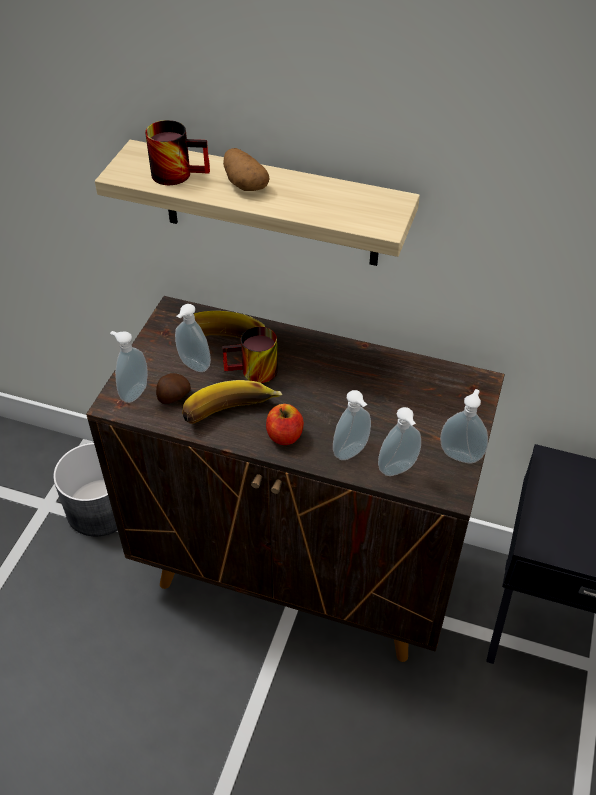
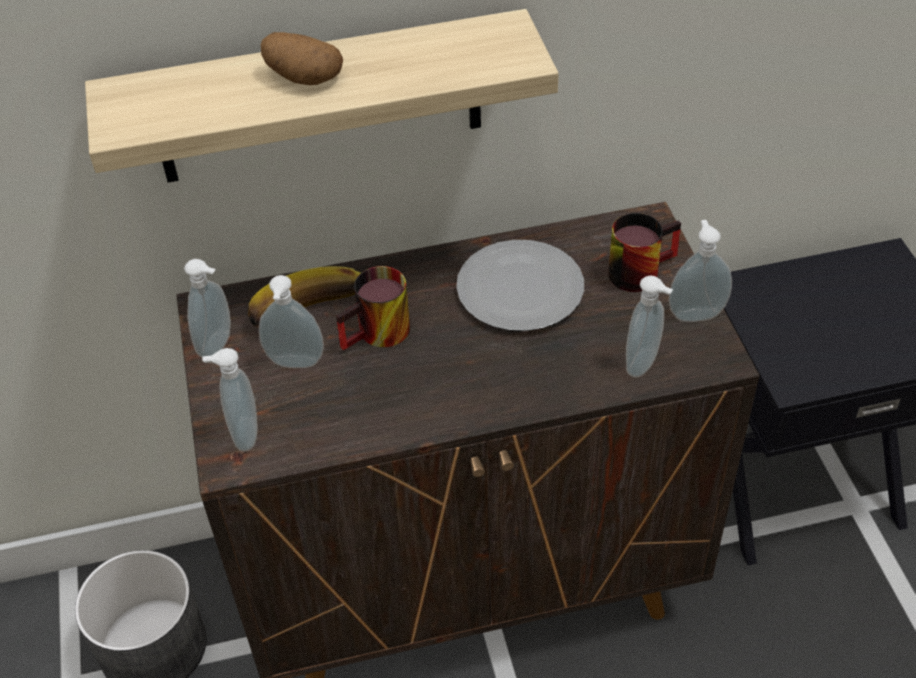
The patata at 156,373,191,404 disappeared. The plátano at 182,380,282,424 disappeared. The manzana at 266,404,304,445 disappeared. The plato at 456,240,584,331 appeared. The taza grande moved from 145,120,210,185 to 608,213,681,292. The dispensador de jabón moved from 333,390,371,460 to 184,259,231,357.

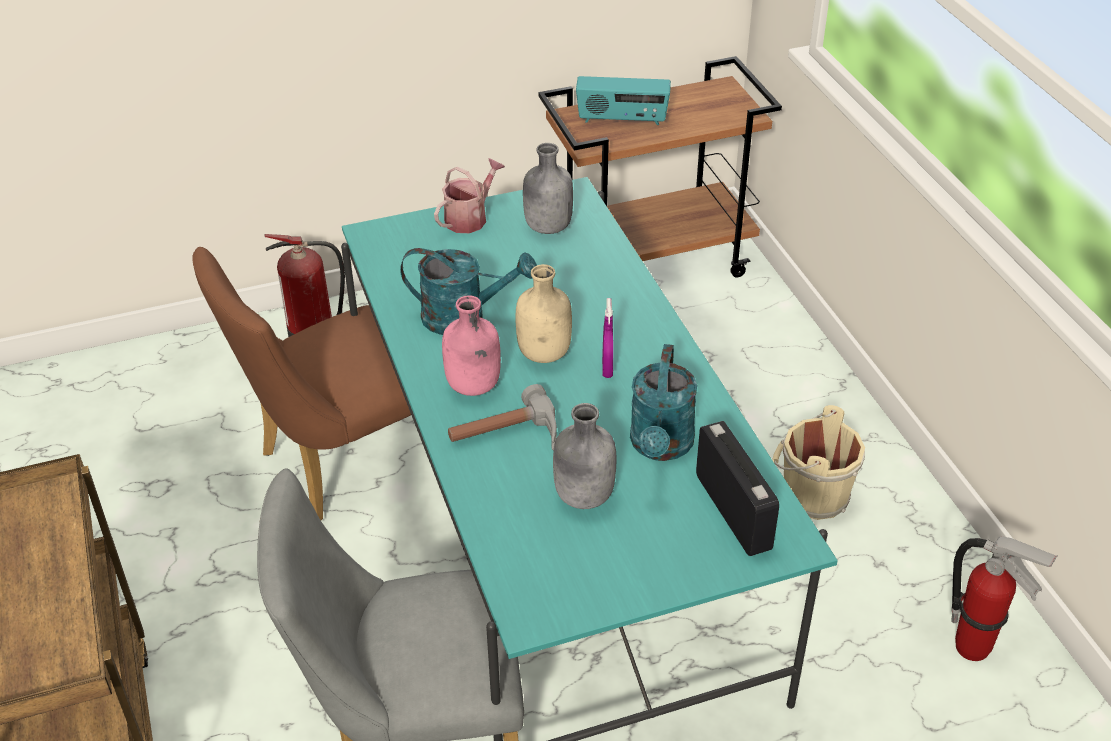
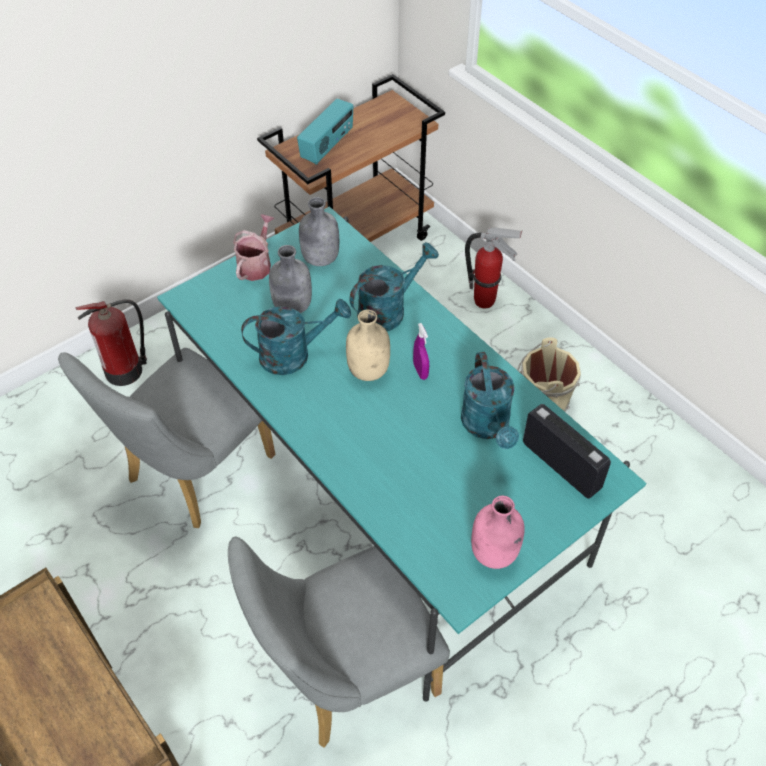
The martillo at 448,384,557,451 disappeared. The regadera [turquesa] at 350,242,439,331 appeared. The botella [rosa] moved from 442,295,501,396 to 471,496,525,569. The botella [gris] moved from 553,403,616,509 to 269,245,312,313. The extintor moved from 951,536,1058,661 to 465,228,523,308. The silla [marrón] at 192,247,411,520 became the silla [gris] at 58,348,275,528. The radio at 576,76,671,125 turned 45 degrees counterclockwise.

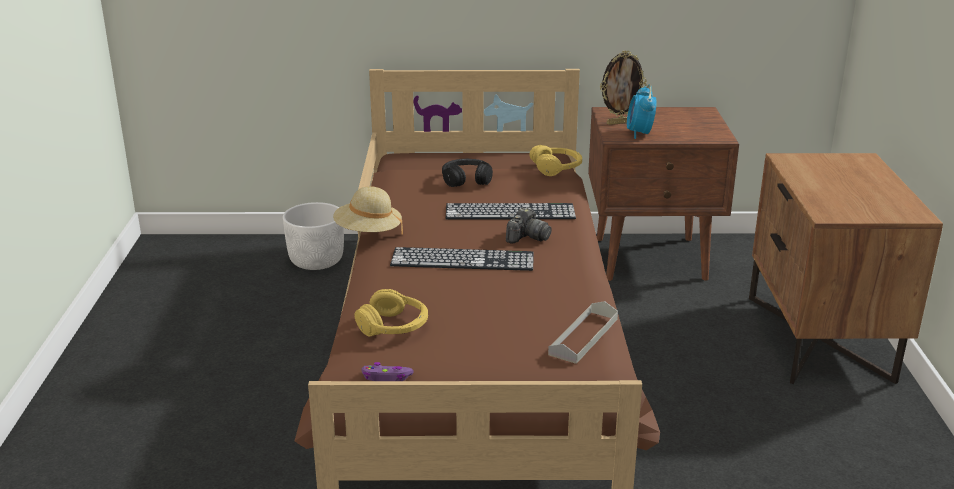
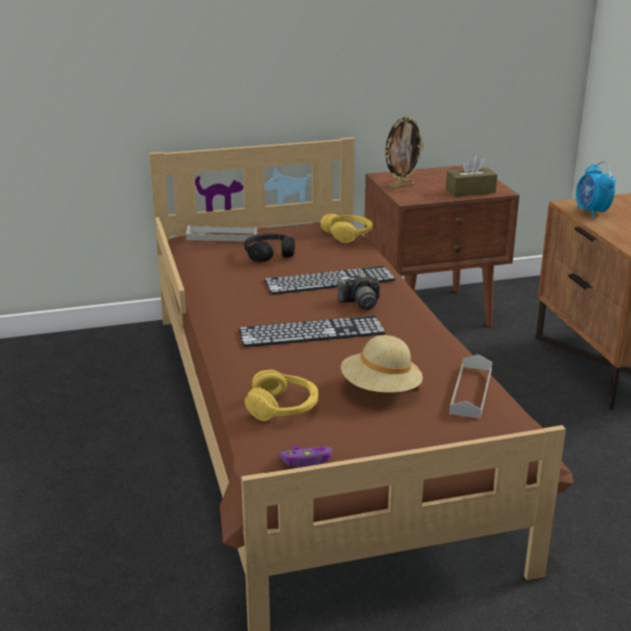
The maceta [blanco] at 283,202,344,270 disappeared. The bandeja [gris] at 186,225,257,241 appeared. The caja de pañuelos [marrón] at 446,154,497,197 appeared. The sombrero [beis] moved from 333,186,403,235 to 341,335,423,393. The despertador moved from 627,84,656,139 to 576,162,616,218. The cámara at 506,207,552,244 turned 60 degrees clockwise.

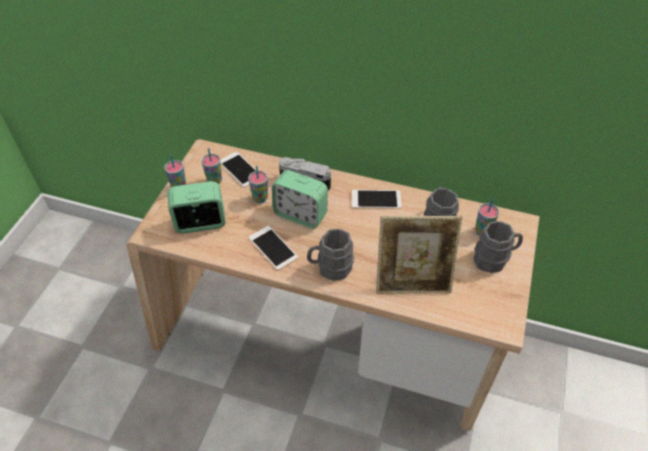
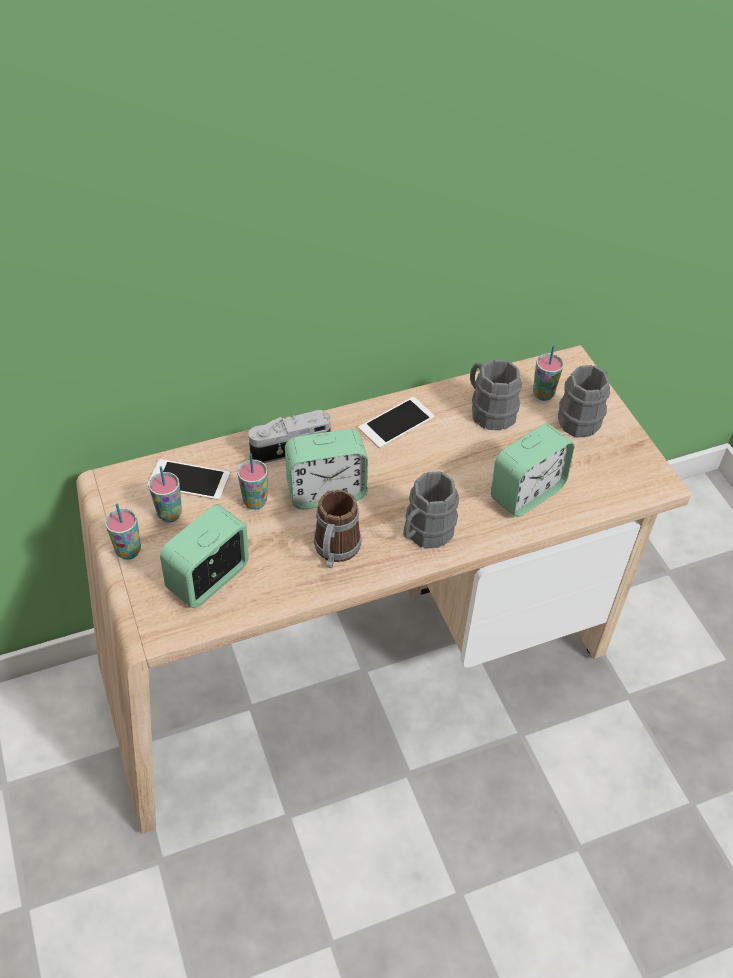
The móvil at 248,226,298,270 was replaced by the taza grande at 314,490,361,568. The portarretratos at 376,216,462,294 was replaced by the despertador at 491,423,575,517.

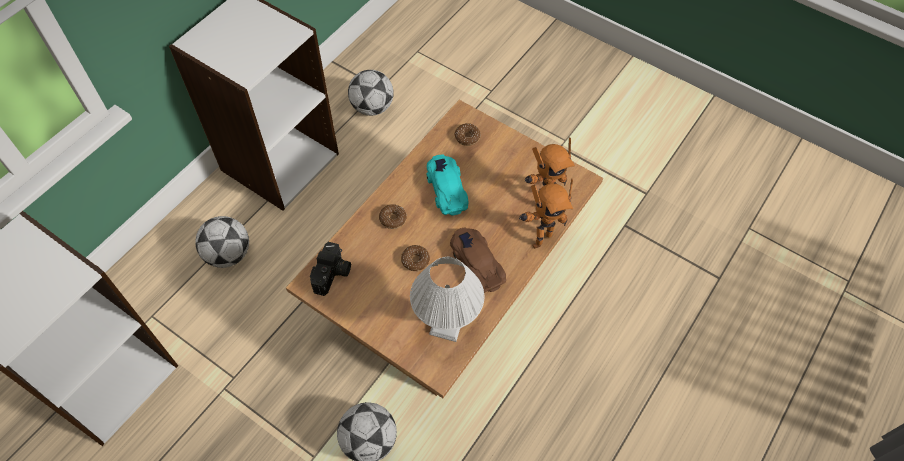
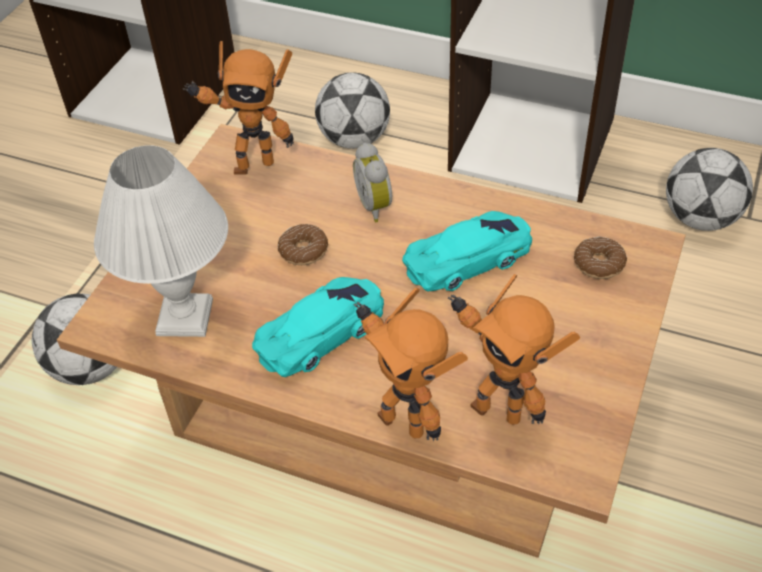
The cámara at 310,242,351,296 was replaced by the robot de juguete at 183,41,294,175. The rosquilla at 379,204,407,229 was replaced by the despertador at 353,142,392,222. The coche de juguete [marrón] at 450,227,506,293 became the coche de juguete [turquesa] at 252,277,384,377.

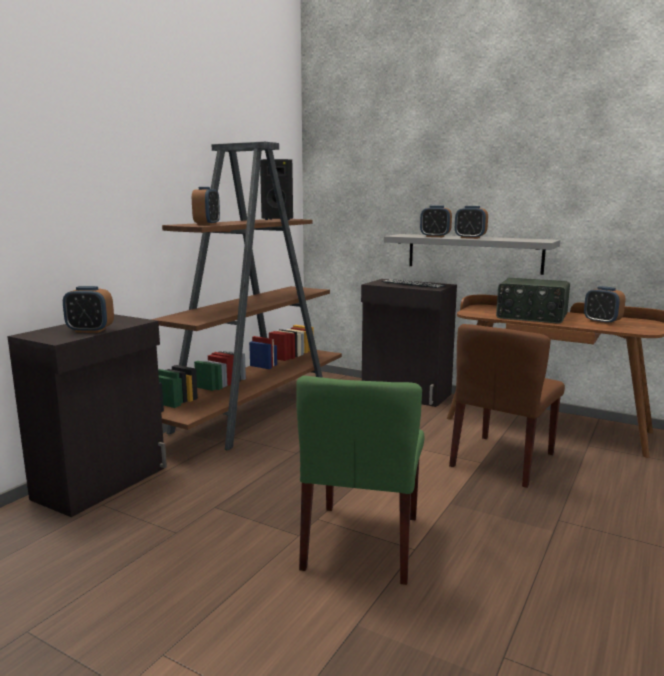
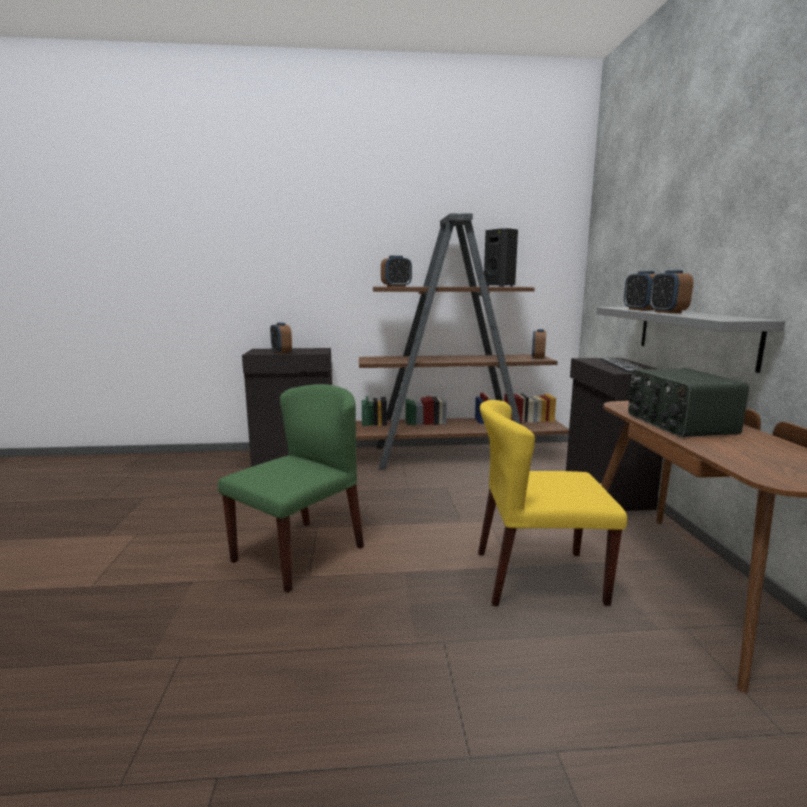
The despertador moved from 584,286,625,324 to 532,329,546,359. The silla [marrón] at 449,324,565,488 became the silla [amarillo] at 478,400,627,606. The silla [verde] at 296,376,424,585 turned 150 degrees clockwise.

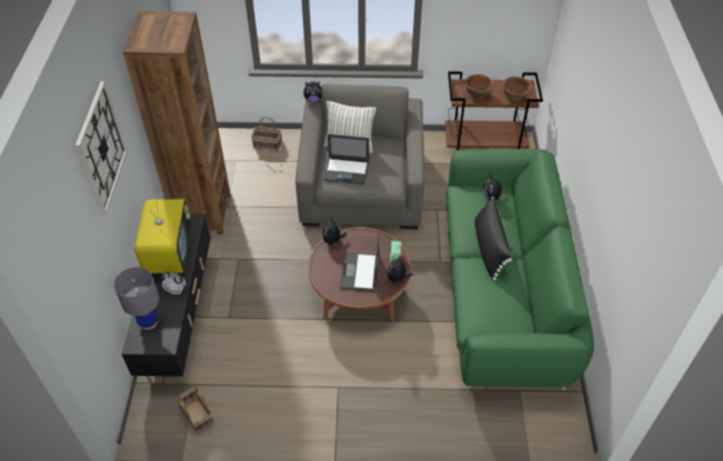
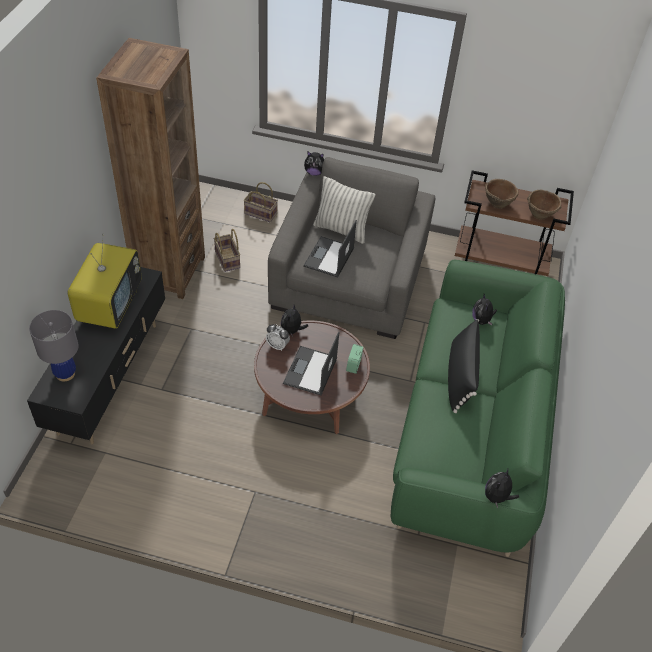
The reloj de pared at 75,81,127,215 disappeared. The despertador moved from 161,272,186,295 to 266,324,290,351. The cesta moved from 176,386,214,434 to 214,229,240,272. The peluche moved from 387,255,413,284 to 485,469,519,509. The portátil at 323,134,369,185 turned 90 degrees clockwise.

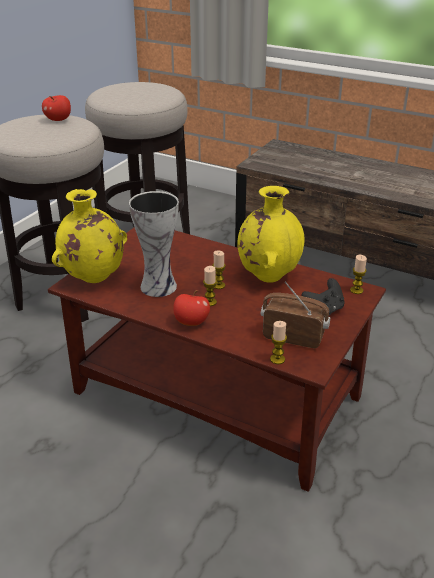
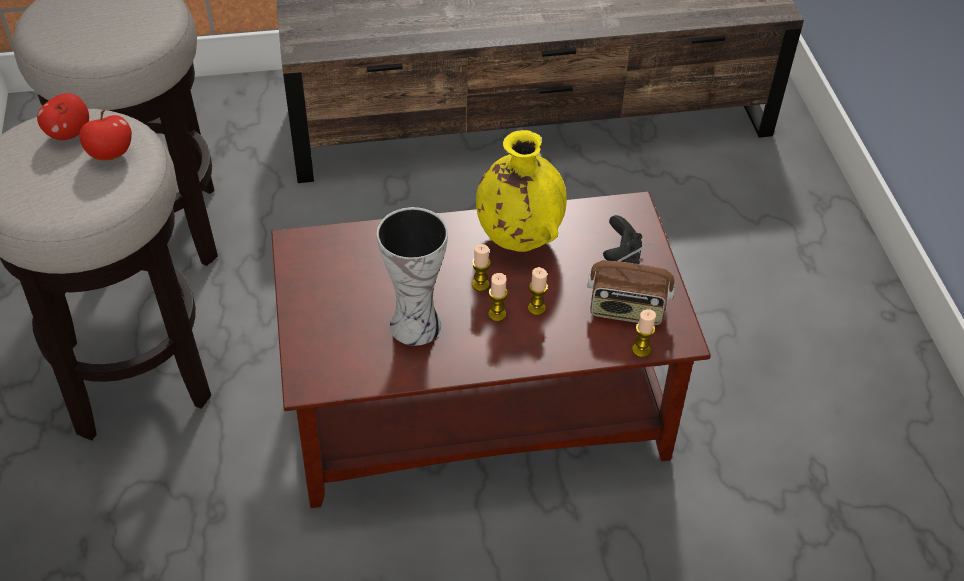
The florero [amarillo] at 52,189,127,283 disappeared. The manzana moved from 173,290,210,326 to 79,110,132,161. The vela moved from 350,255,367,294 to 528,267,548,316. The radio at 261,281,330,348 turned 150 degrees counterclockwise.

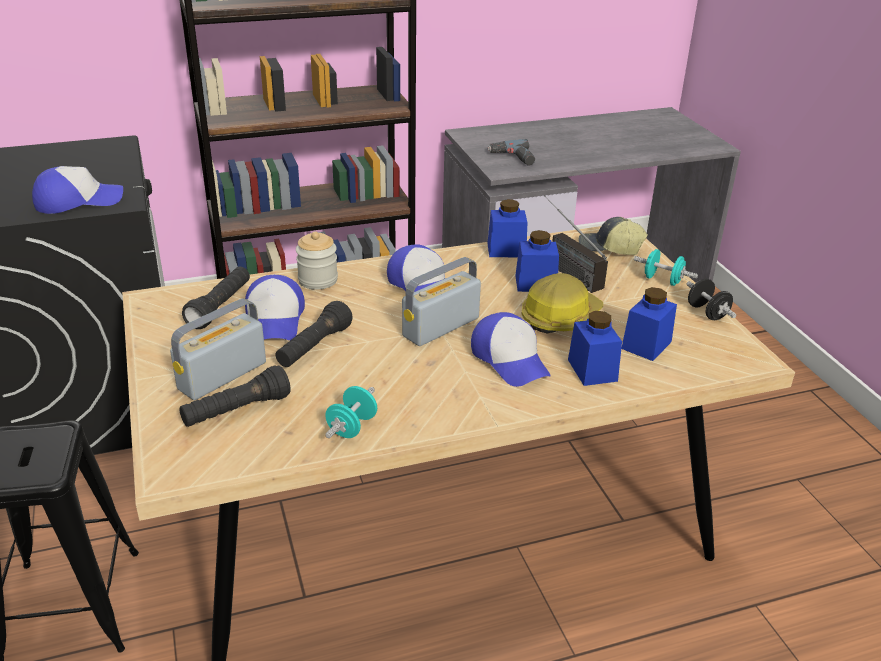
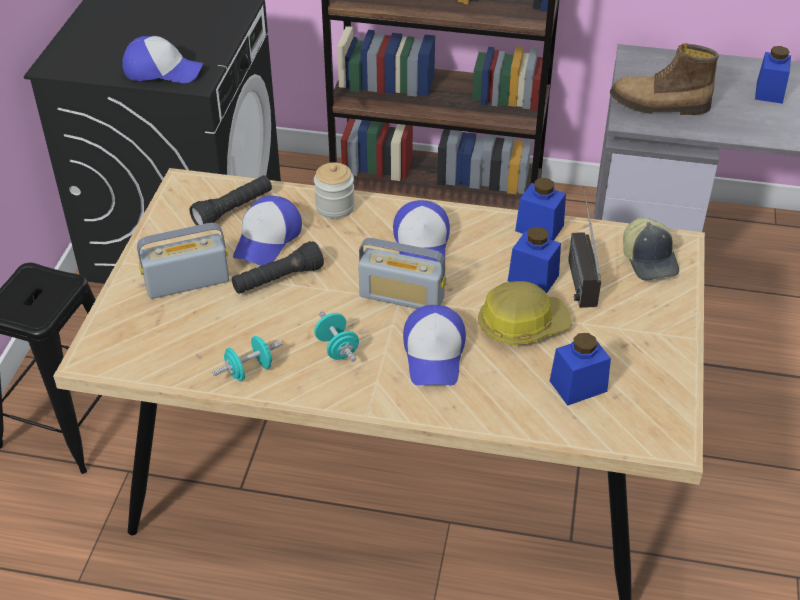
The linterna [negro] at 179,365,291,427 disappeared. The mancuerna [negro] at 687,279,737,320 disappeared. The tarro [azul] moved from 568,311,622,386 to 755,46,791,104. The mancuerna [turquesa] moved from 634,249,698,286 to 314,311,359,362. The taladro at 487,139,535,166 was replaced by the bota at 610,43,719,115. The radio at 402,257,481,346 turned 150 degrees counterclockwise. The gorra at 579,217,648,255 turned 150 degrees counterclockwise.

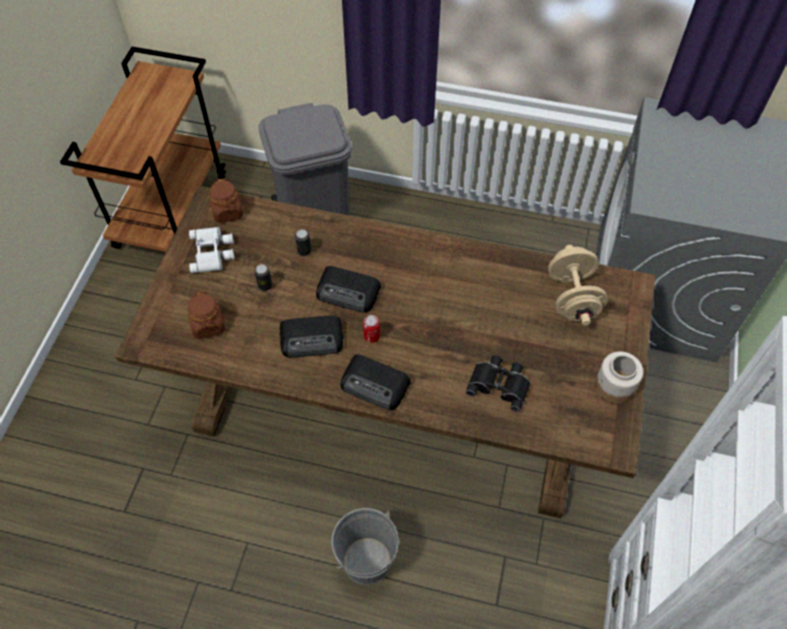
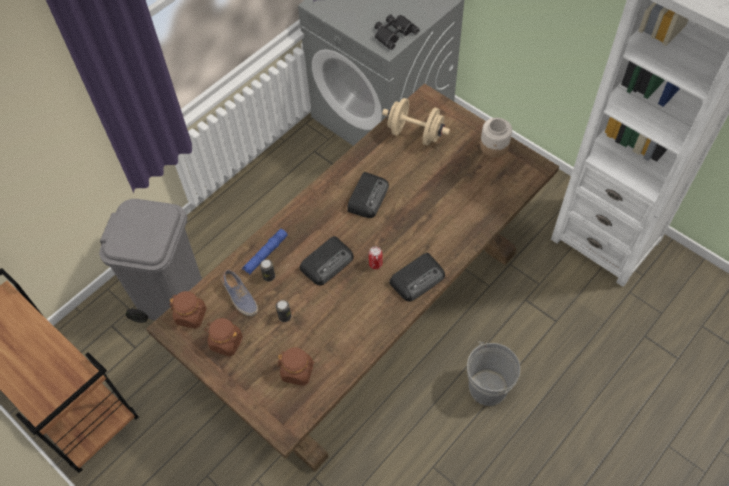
The zapato at 222,269,258,316 appeared. The linterna [azul] at 242,229,288,275 appeared. The radio moved from 279,315,343,358 to 347,172,389,218. The prismáticos [negro] moved from 466,355,531,412 to 374,14,420,50. The prismáticos [blanco] at 189,227,234,273 was replaced by the tarro [marrón] at 204,318,243,357.

